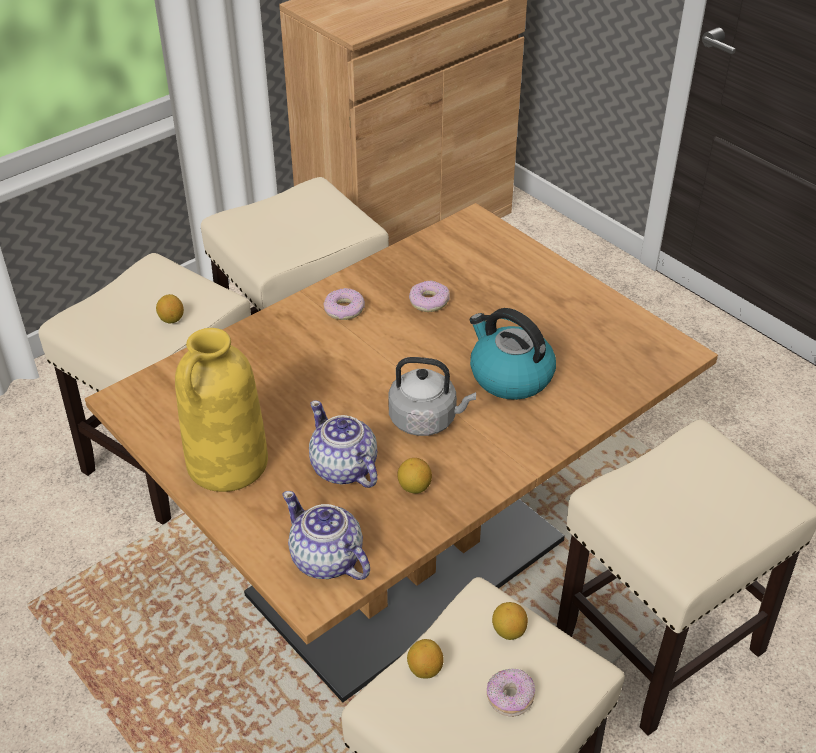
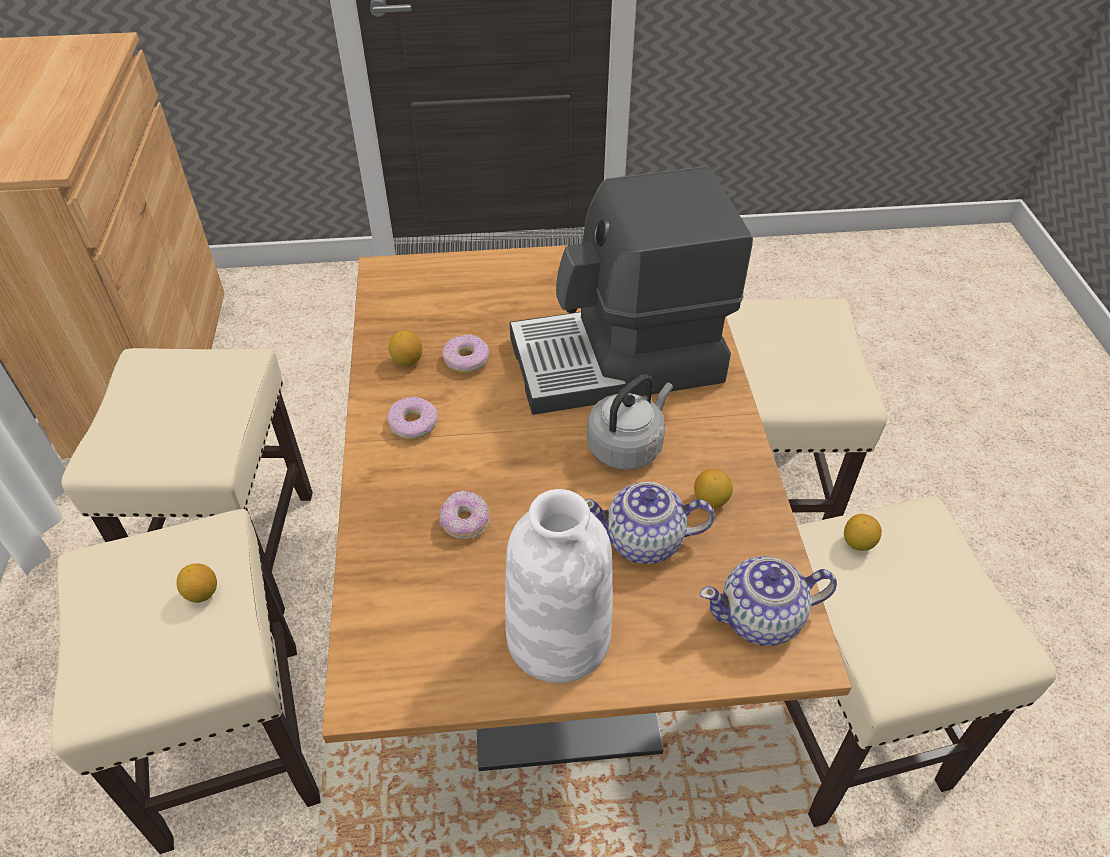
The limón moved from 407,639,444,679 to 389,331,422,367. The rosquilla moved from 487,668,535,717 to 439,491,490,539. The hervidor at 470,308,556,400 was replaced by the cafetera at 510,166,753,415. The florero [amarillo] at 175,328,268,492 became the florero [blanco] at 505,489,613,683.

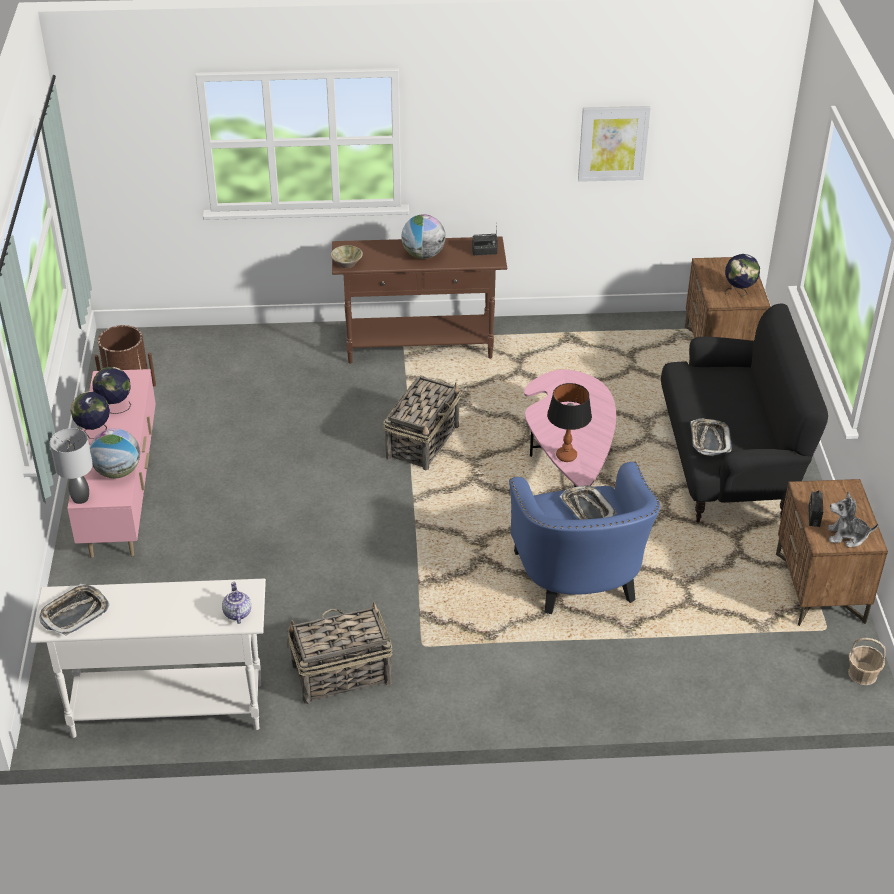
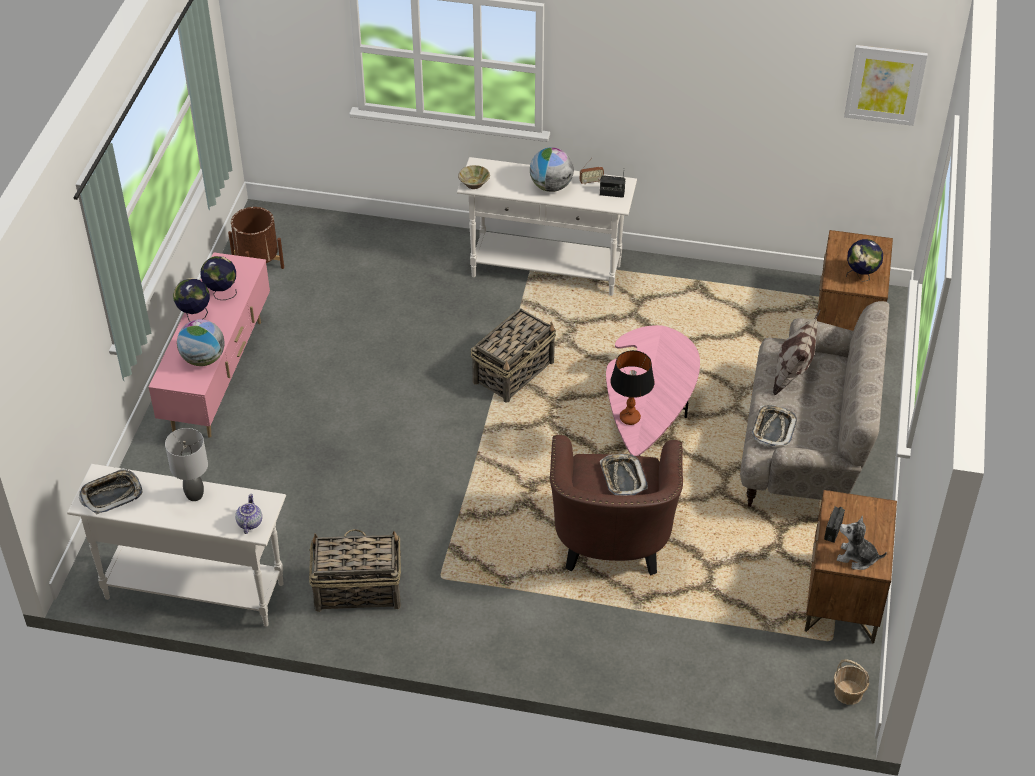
The radio at 580,158,604,185 appeared. The cojín at 773,310,820,395 appeared. The lámpara de mesa [gris] moved from 50,428,93,504 to 165,428,208,501. The cuadro moved from 578,106,651,182 to 844,45,928,126. The mesa consola [marrón] at 332,236,507,364 became the mesa consola [blanco] at 457,157,637,296. The sillón [azul] at 509,462,660,614 became the sillón [marrón] at 550,435,683,575. The sofá [negro] at 661,303,828,523 became the sofá [beis] at 740,301,890,507.

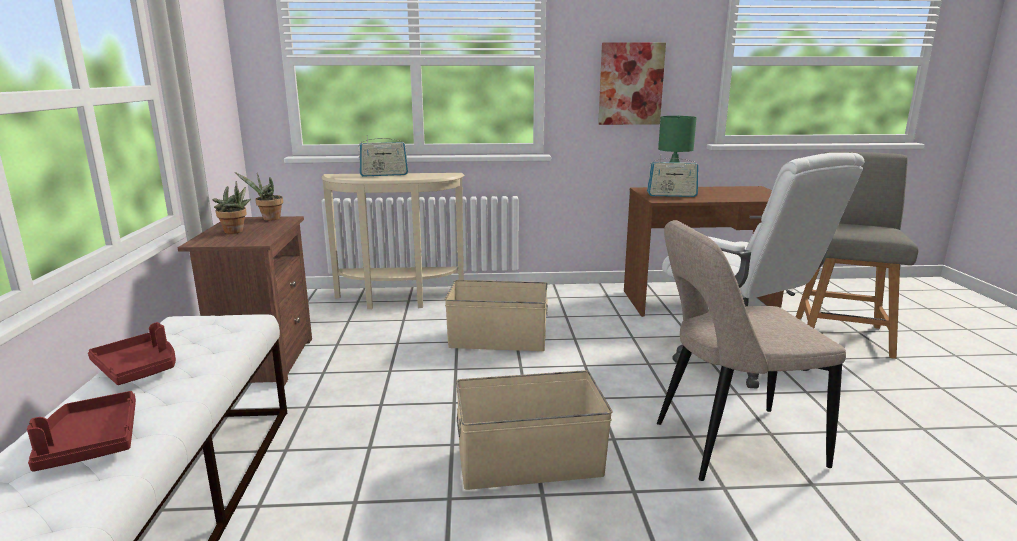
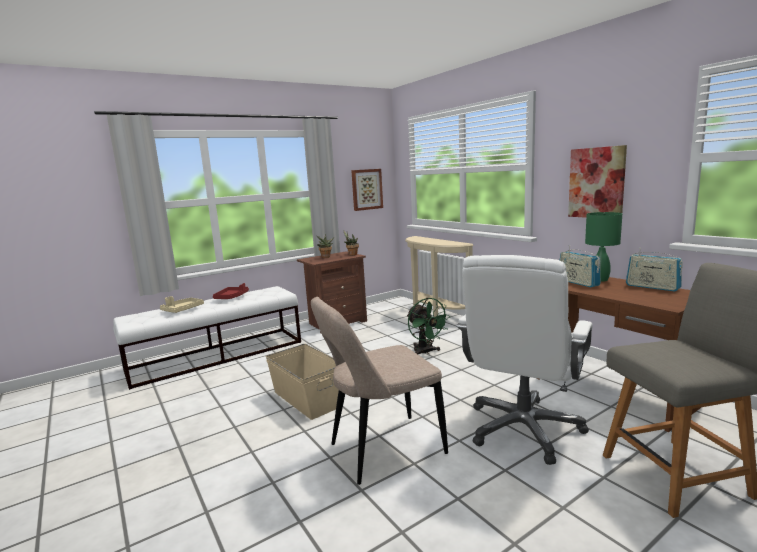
The cuadro at 351,169,383,211 appeared. The radio moved from 358,135,408,176 to 626,248,683,291. The caja de almacenaje [beis] at 445,280,548,351 was replaced by the ventilador [verde] at 407,298,451,354. The bandeja [rojo] at 27,391,136,472 became the bandeja [beis] at 160,296,204,313. The silla [beis] at 657,220,846,481 turned 75 degrees counterclockwise.

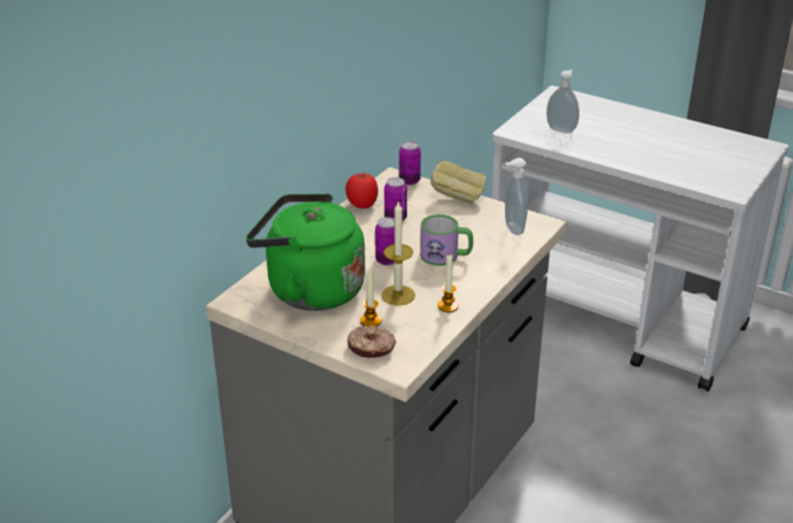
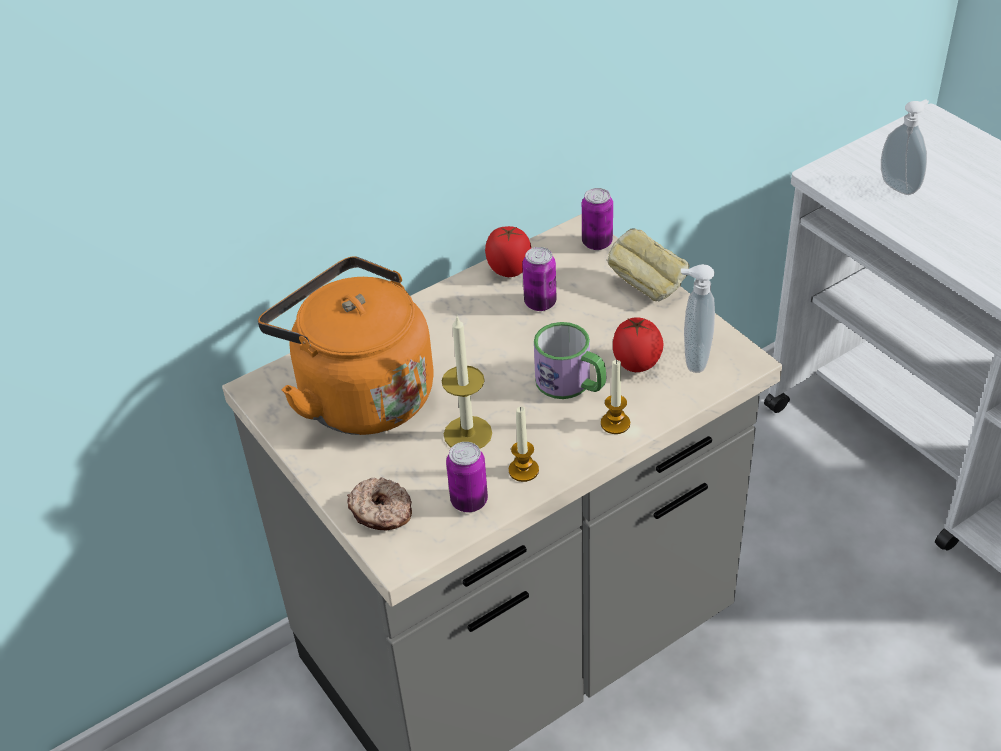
The tomate at 613,317,663,372 appeared. The vela moved from 360,270,381,327 to 601,360,630,434. The lata moved from 375,217,395,266 to 446,442,488,512. The hervidor [verde] at 246,193,365,311 became the hervidor [naranja] at 258,256,434,435.

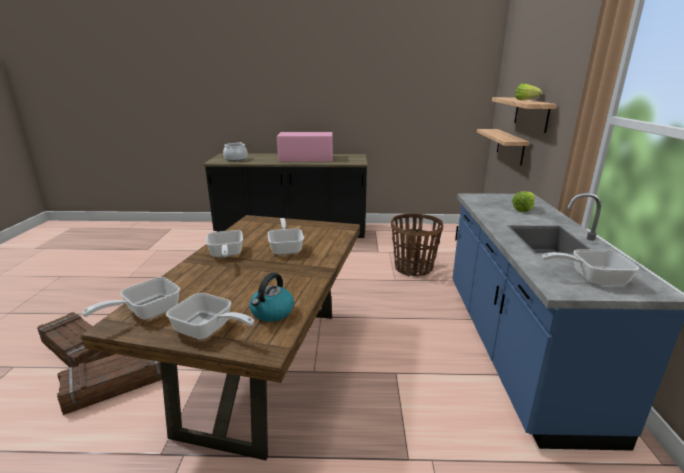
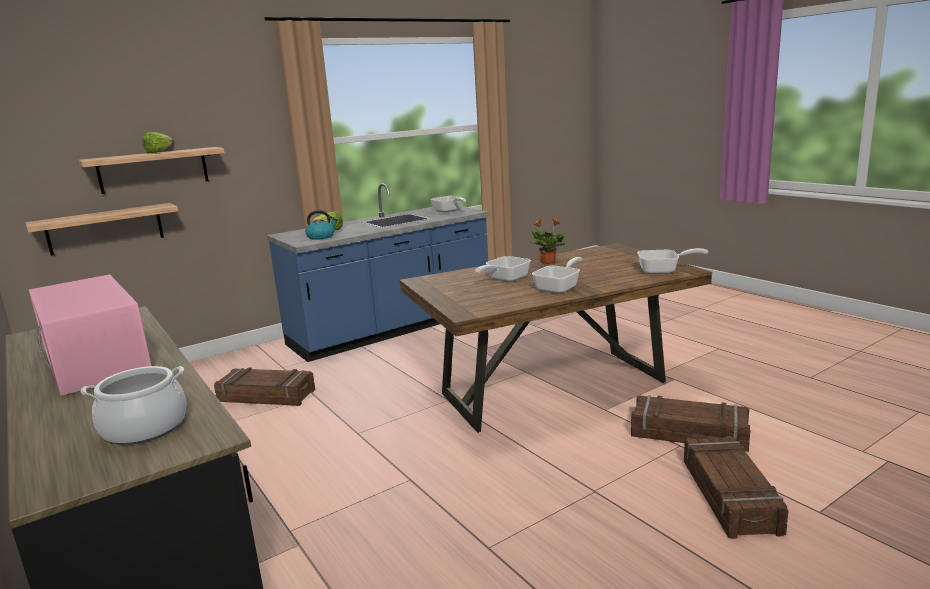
The sartén at 166,293,254,339 disappeared. The planta en maceta at 529,217,567,264 appeared. The hervidor moved from 250,273,294,322 to 305,210,338,240. The cesta at 391,213,443,276 was replaced by the caja de embalaje at 214,367,315,406.

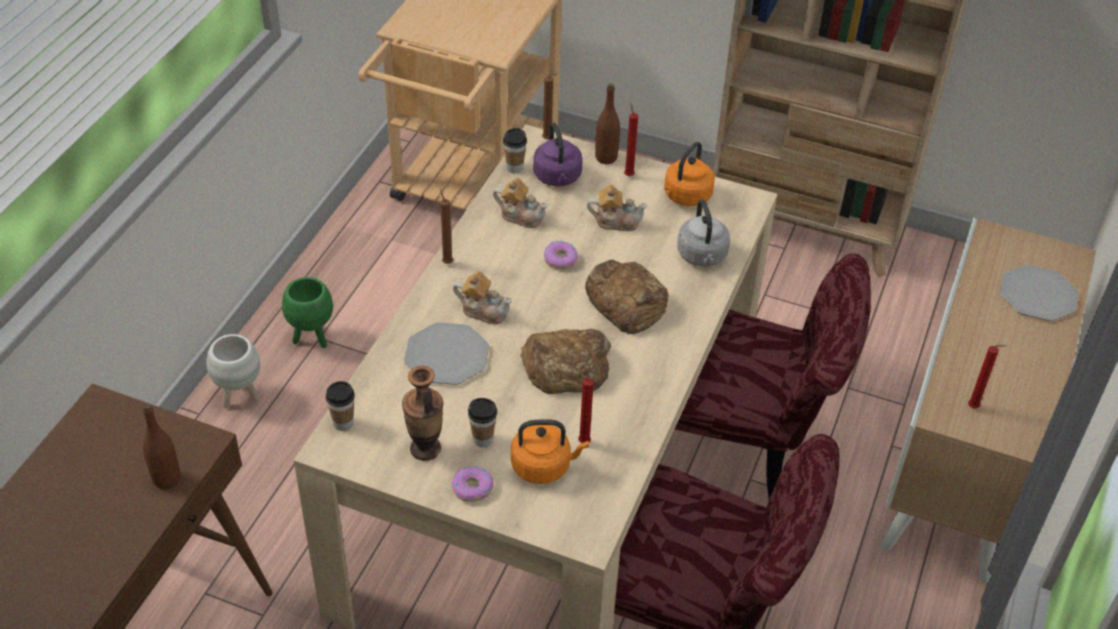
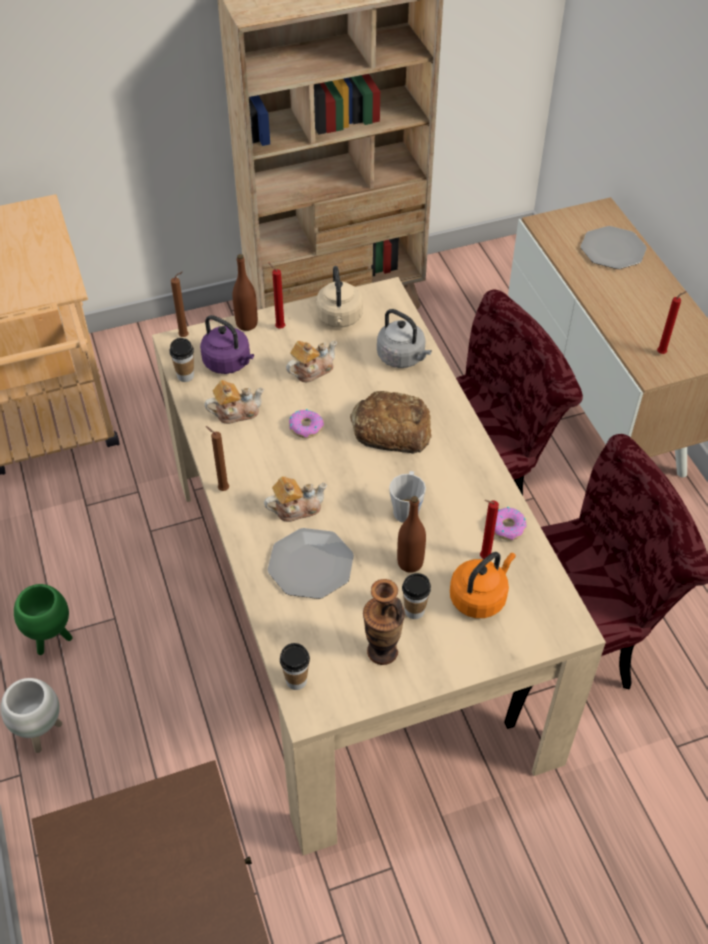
The botella [marrón] moved from 143,403,181,489 to 397,496,426,573. The rosquilla moved from 452,466,494,502 to 494,507,527,541. The pan at 520,329,611,394 was replaced by the taza grande [gris] at 389,471,426,523. The hervidor [naranja] at 664,142,715,206 became the hervidor [beis] at 316,266,363,328.

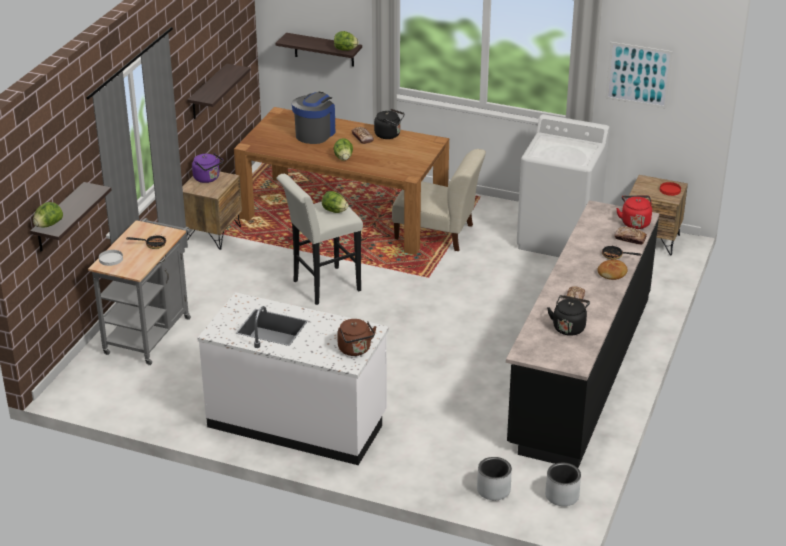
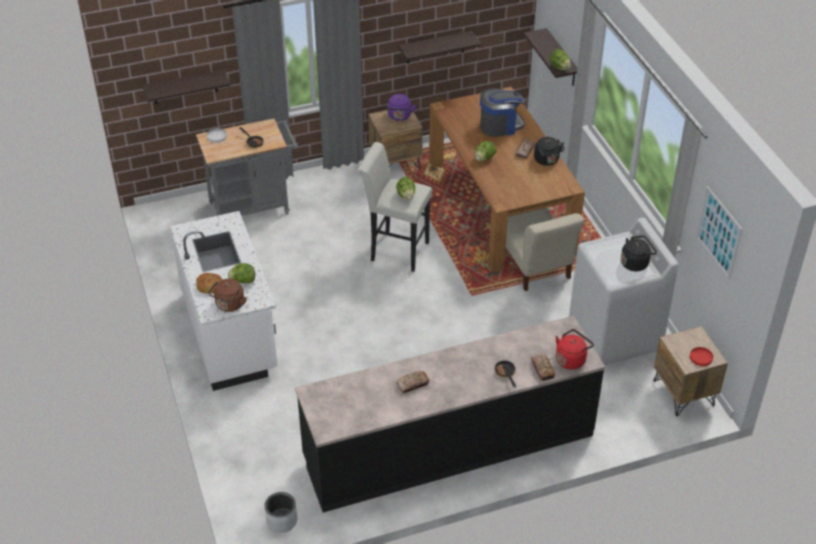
The maceta [gris] at 477,457,512,500 disappeared. The lechuga moved from 33,202,63,228 to 228,263,255,284. The hervidor [negro] moved from 547,295,590,336 to 621,235,657,271. The pan moved from 598,259,628,280 to 196,273,222,294.

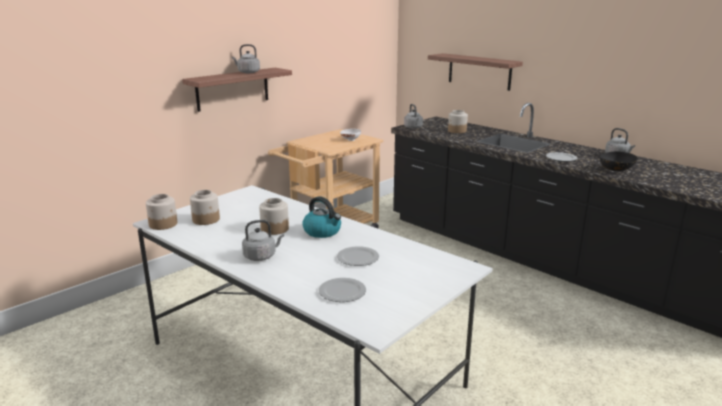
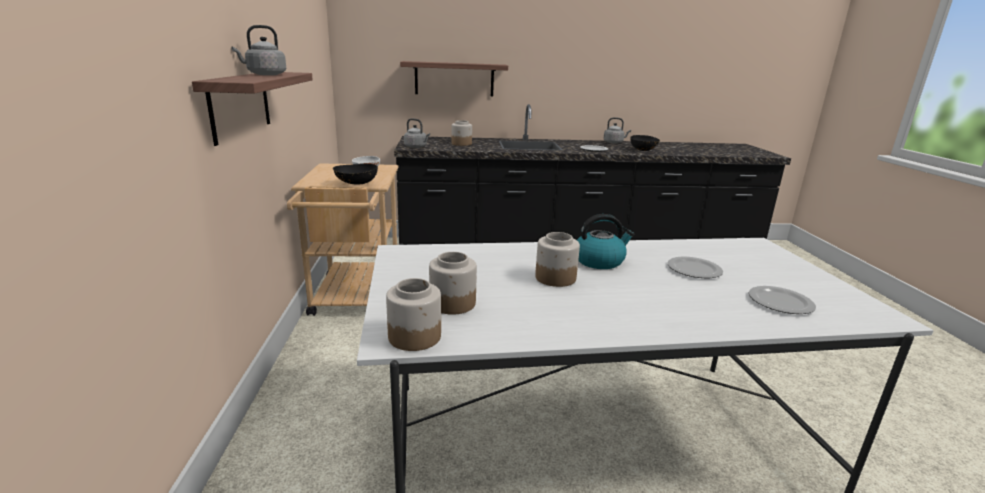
The hervidor [gris] at 242,220,284,261 disappeared. The cuenco [negro] at 333,164,378,185 appeared.

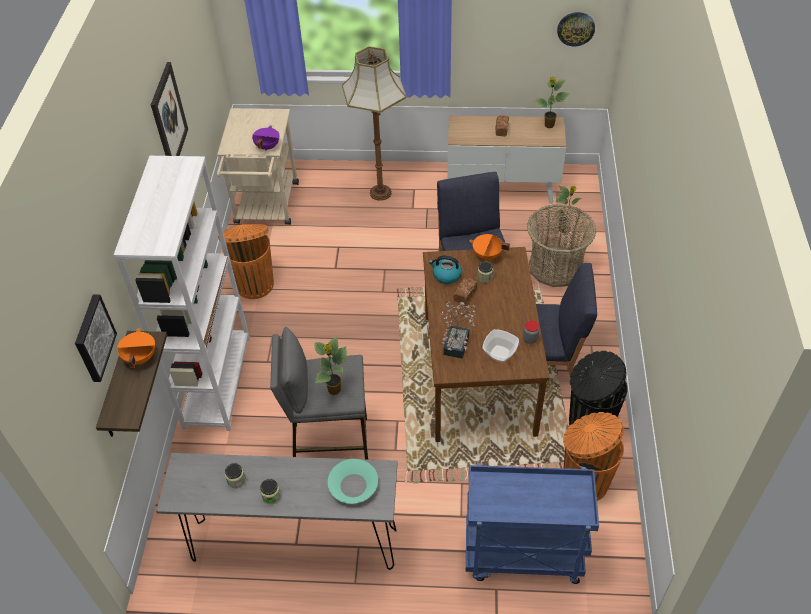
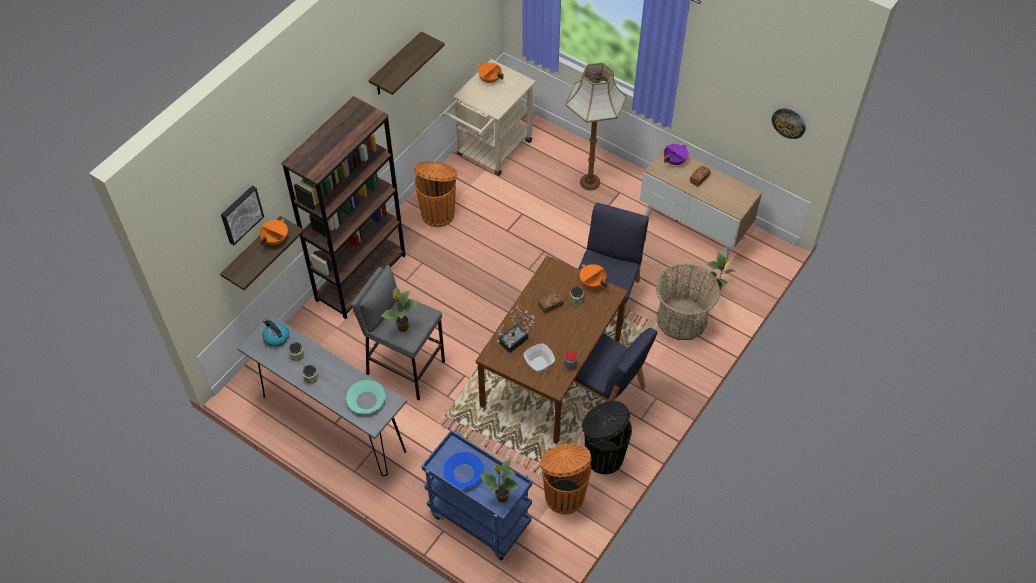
The cuenco [azul] at 443,452,484,488 appeared. The olla [naranja] at 478,63,504,83 appeared. The olla [morado] moved from 252,125,280,151 to 664,144,689,165. The hervidor moved from 429,255,462,284 to 263,319,289,347. The planta en maceta moved from 533,77,570,128 to 480,459,520,503. The cuadro at 151,62,188,156 was replaced by the estante at 369,31,445,95. The estantería [blanco] at 114,156,250,431 became the estantería [marrón] at 281,96,406,319.

